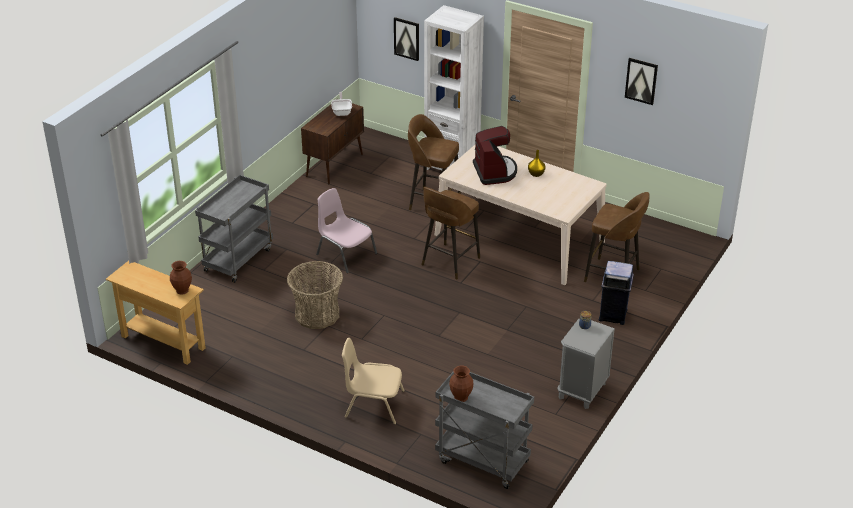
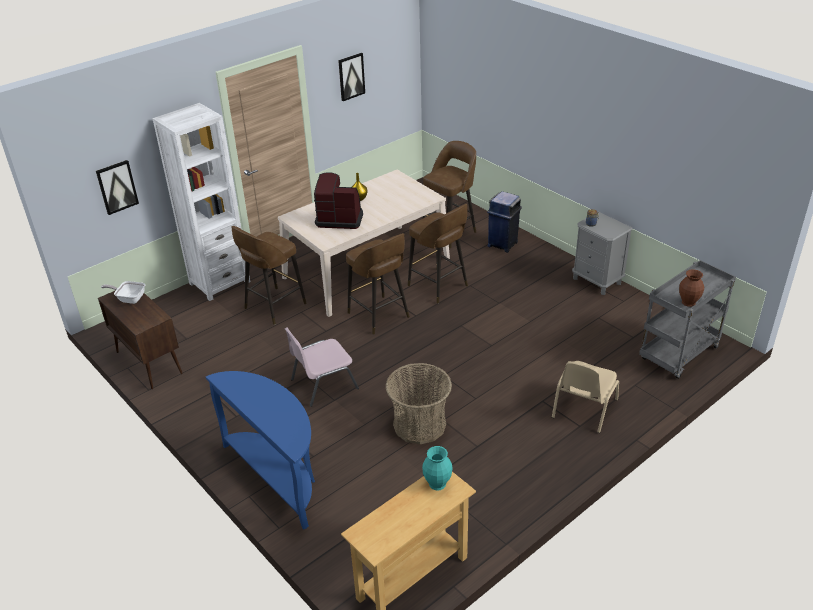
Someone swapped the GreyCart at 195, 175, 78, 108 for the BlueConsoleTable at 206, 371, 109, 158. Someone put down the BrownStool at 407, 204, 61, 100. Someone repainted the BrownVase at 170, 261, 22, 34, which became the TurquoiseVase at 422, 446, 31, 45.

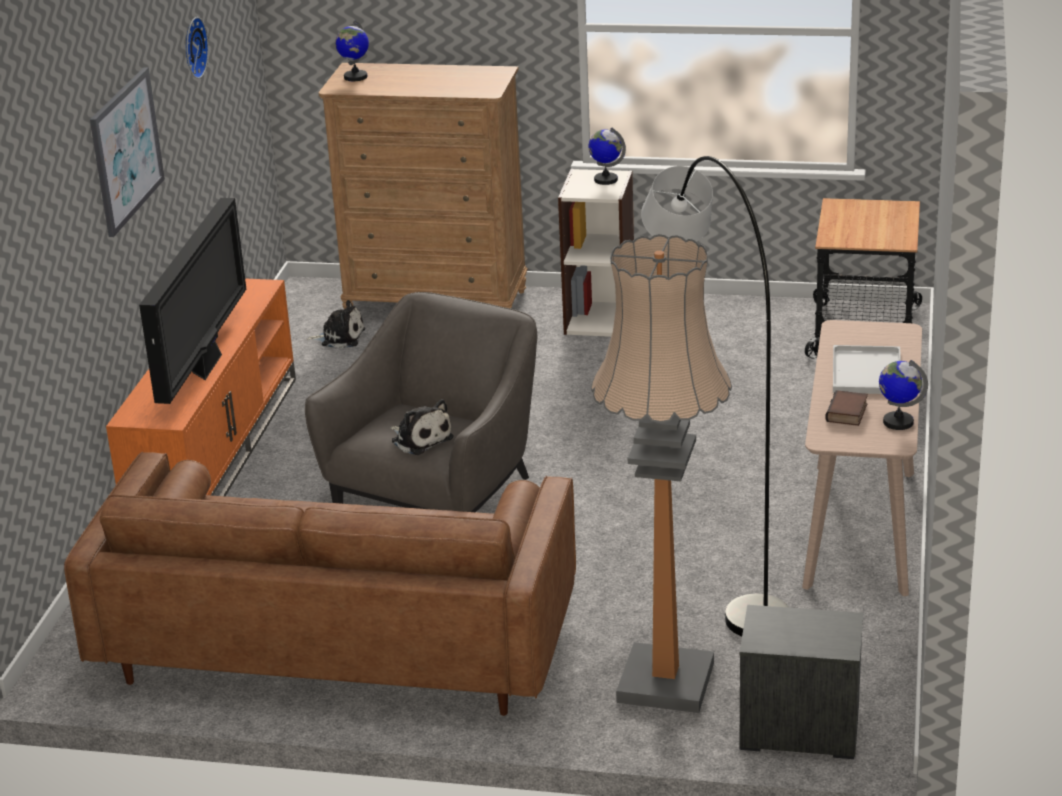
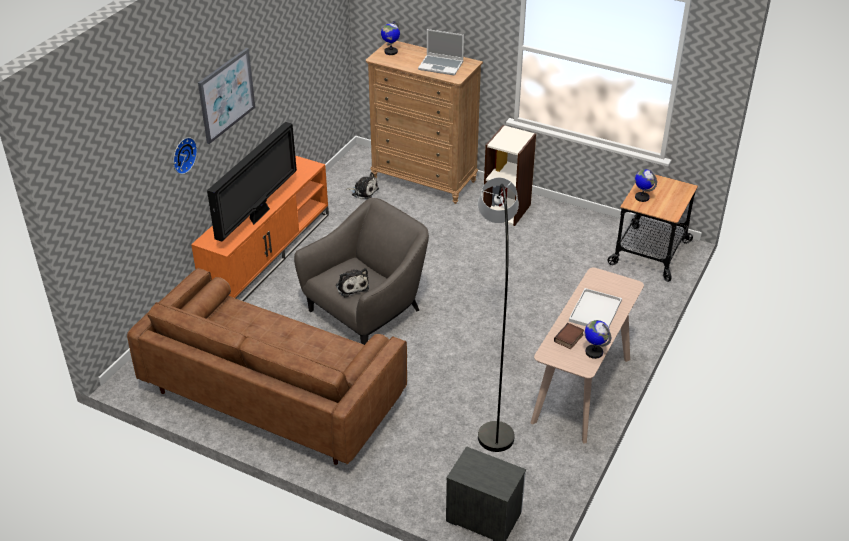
Someone carried the WallClock from 186, 17, 23, 62 to 173, 137, 24, 37. Someone put down the Laptop at 418, 29, 46, 46. Someone carried the Globe from 588, 128, 38, 57 to 635, 169, 22, 33. Someone took away the FloorLamp at 591, 234, 141, 479.

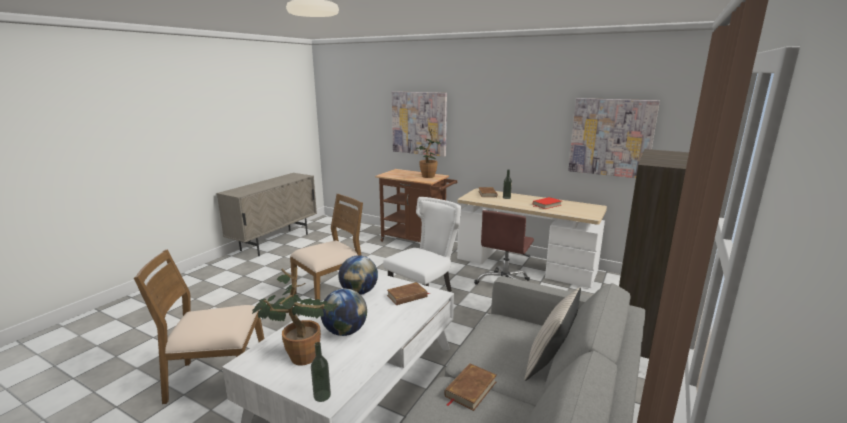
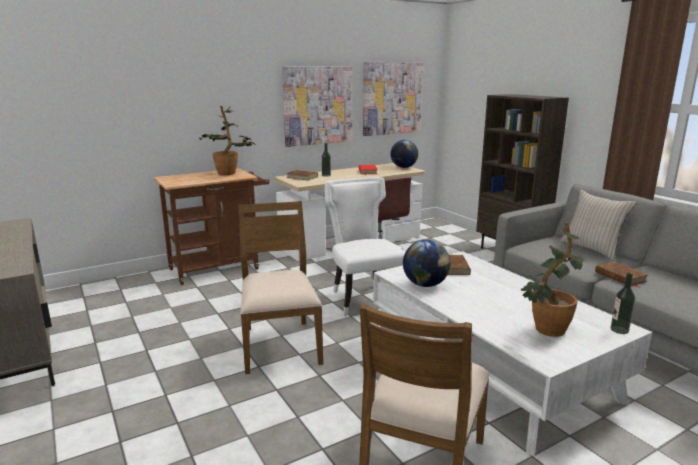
Someone carried the Picture from 392, 91, 55, 66 to 282, 66, 70, 81. Someone carried the Globe from 321, 289, 46, 47 to 390, 140, 28, 28.

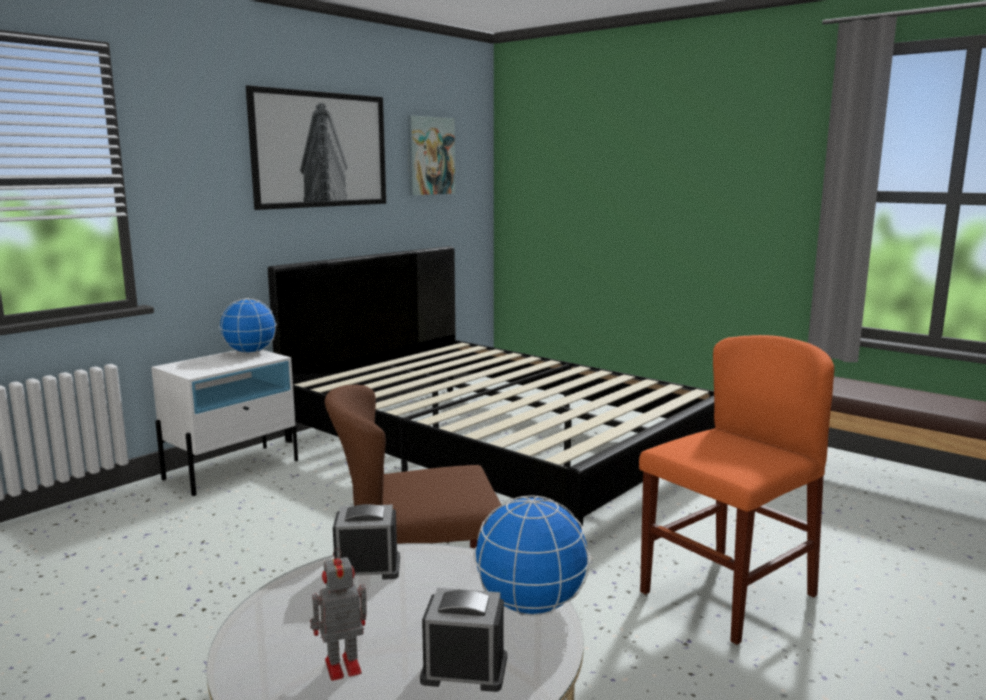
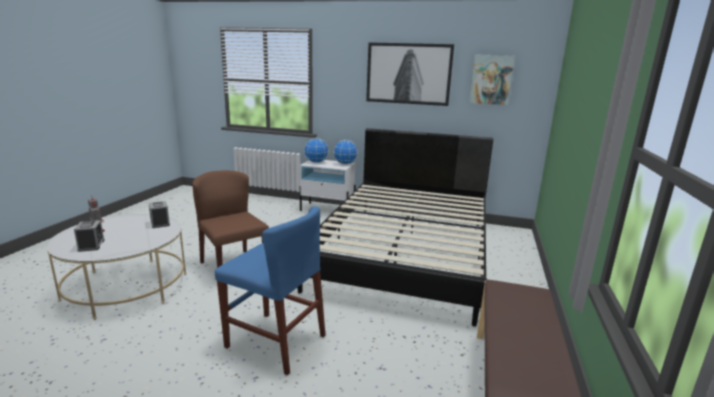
Someone repainted the OrangeChair at 639, 335, 195, 310, which became the BlueChair at 215, 206, 111, 169. Someone carried the Globe from 473, 495, 117, 121 to 304, 138, 25, 25.

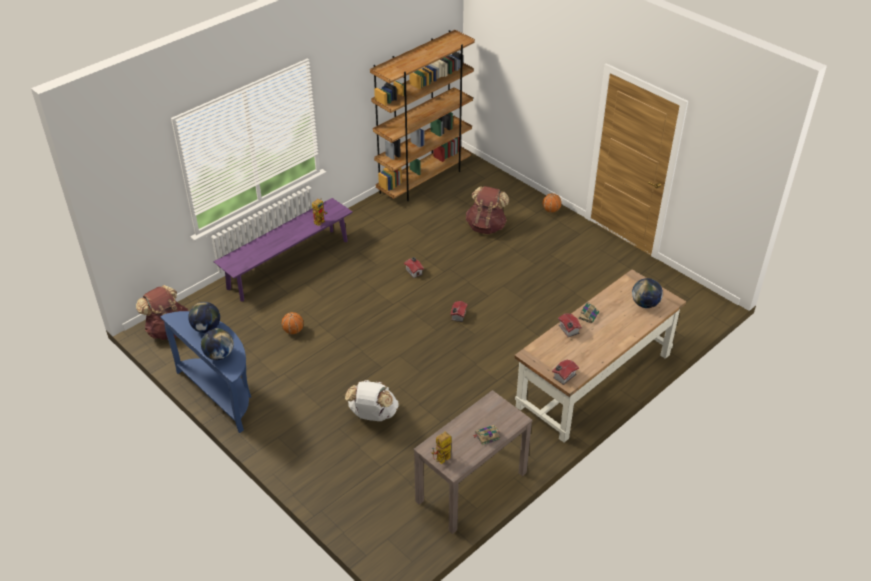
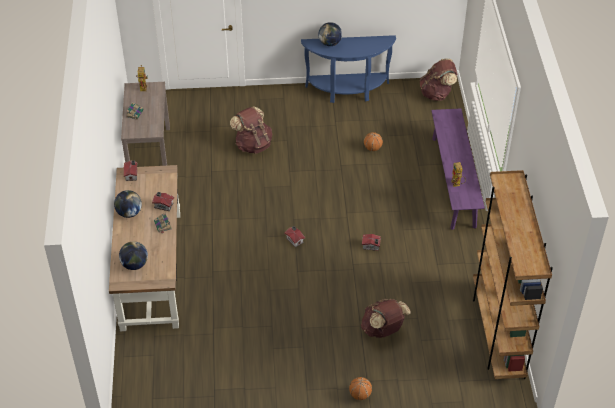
Someone carried the Globe from 188, 302, 32, 31 to 114, 190, 28, 28. Someone repainted the WhiteBackpack at 345, 380, 54, 41, which became the BrownBackpack at 230, 106, 42, 48.

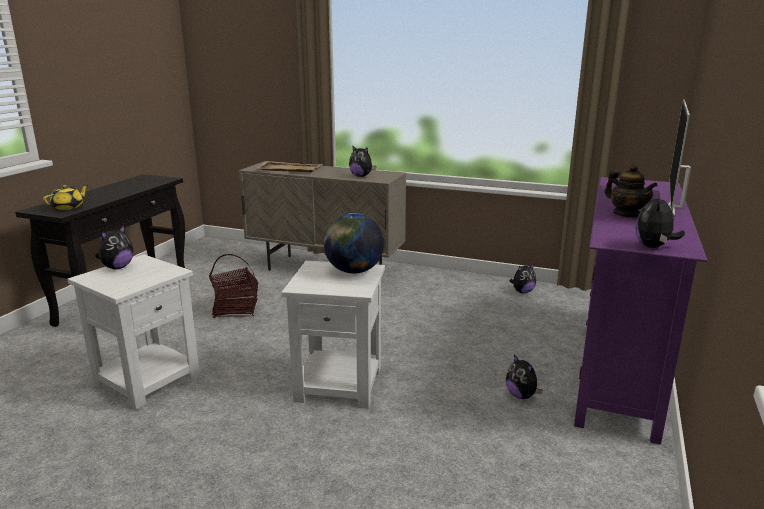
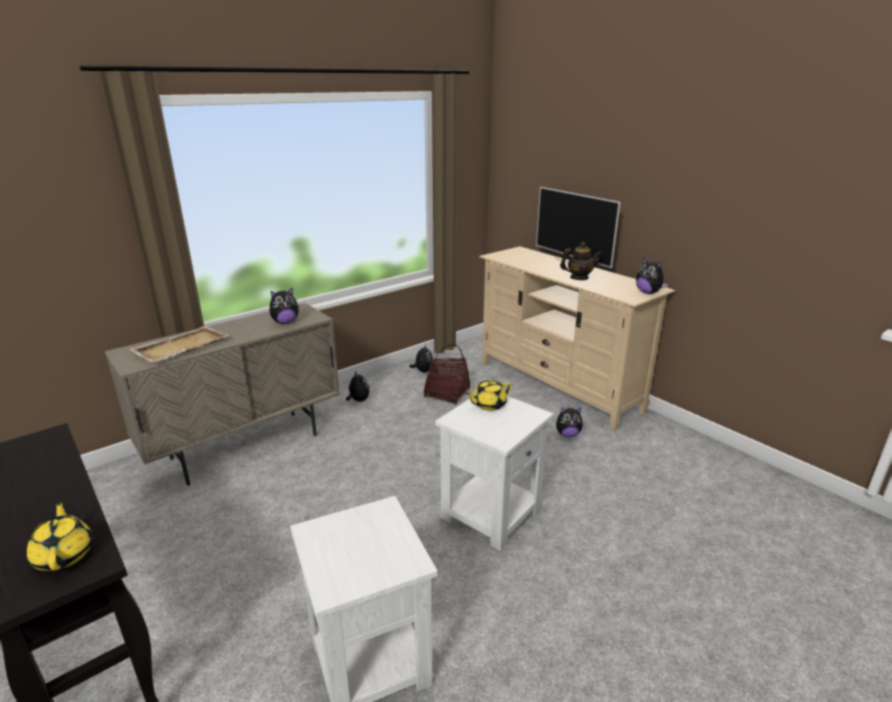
Someone carried the PlushToy from 95, 225, 38, 44 to 346, 370, 23, 32. Someone carried the Basket from 209, 254, 49, 64 to 424, 344, 46, 61. Someone swapped the Globe at 324, 213, 60, 61 for the YellowTeapot at 466, 380, 45, 31. Someone repainted the PurpleTvStand at 574, 177, 134, 268, which became the BeigeTvStand at 479, 246, 197, 185.

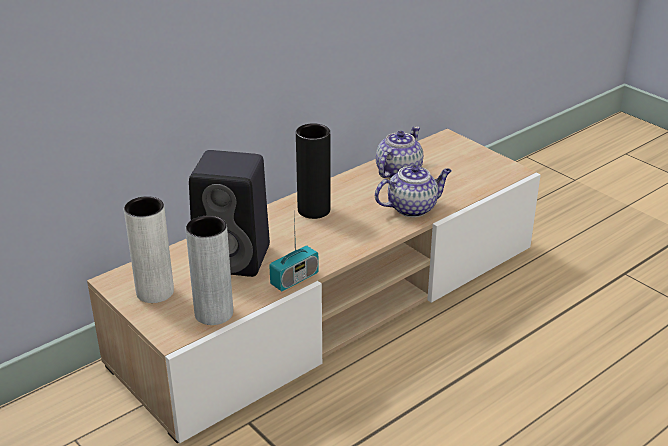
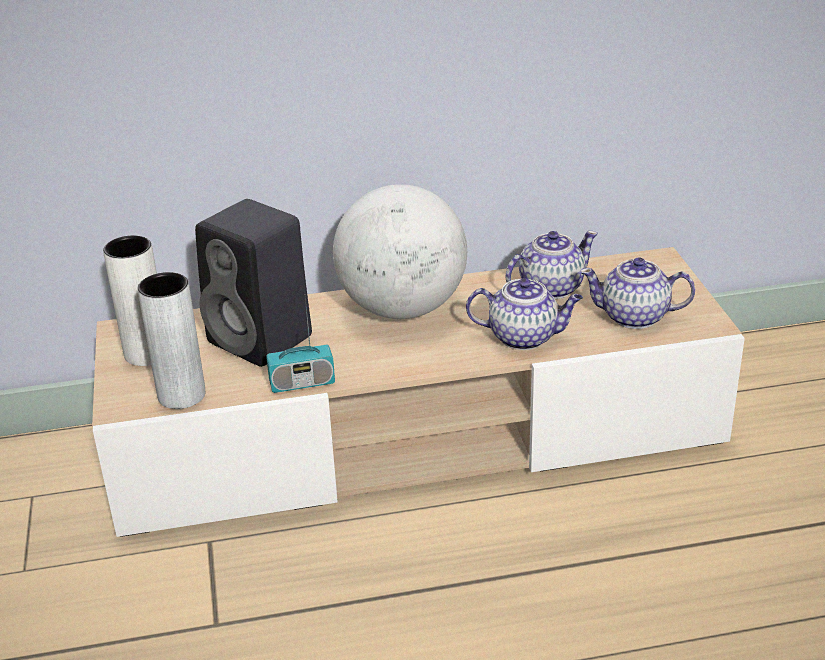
Someone swapped the BlackVase at 296, 123, 35, 96 for the Globe at 333, 184, 134, 135. Someone put down the Teapot at 580, 257, 115, 72.

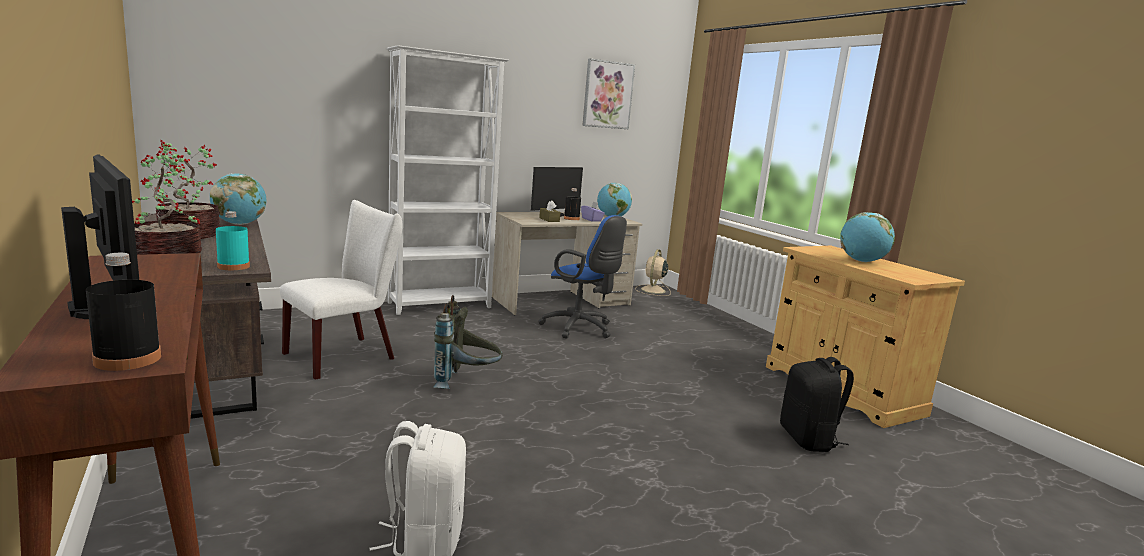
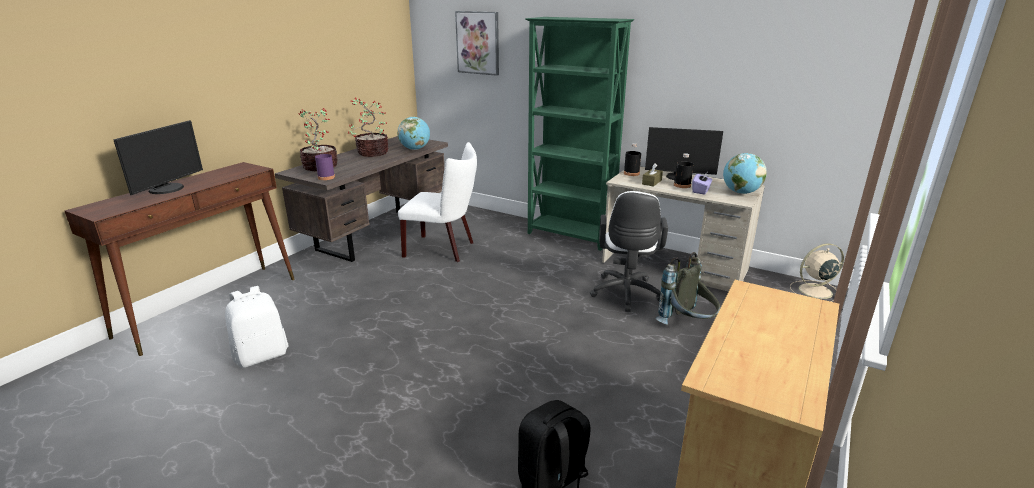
Someone repainted the TurquoiseBottle at 216, 211, 34, 59, which became the PurpleBottle at 315, 146, 20, 34. Someone carried the Picture from 582, 58, 53, 71 to 455, 11, 44, 65. Someone repainted the WhiteBookcase at 386, 45, 123, 270, which became the GreenBookcase at 525, 17, 109, 234. Someone repainted the BlueOfficeChair at 538, 215, 89, 124, which became the WhiteOfficeChair at 590, 191, 78, 121. Someone carried the BlackBottle from 86, 253, 75, 118 to 624, 143, 17, 33. Someone carried the GreyBackpack from 433, 295, 70, 94 to 656, 252, 64, 73. Someone took away the Globe at 840, 212, 55, 50.

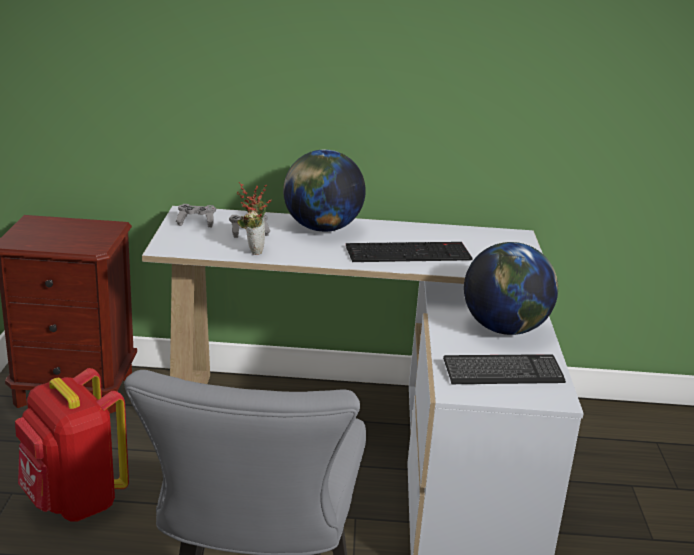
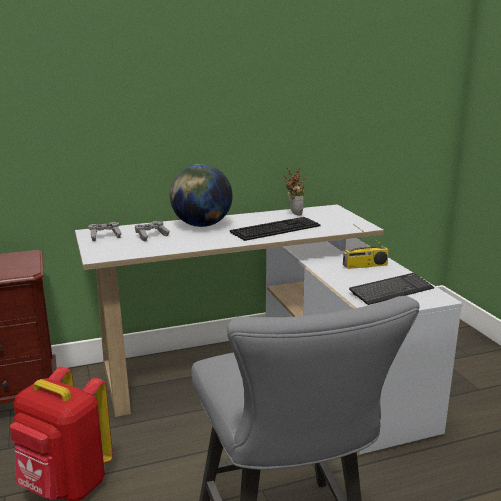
Someone carried the PottedPlant from 237, 182, 35, 73 to 282, 167, 24, 48. Someone swapped the Globe at 464, 242, 94, 93 for the Radio at 343, 226, 46, 43.

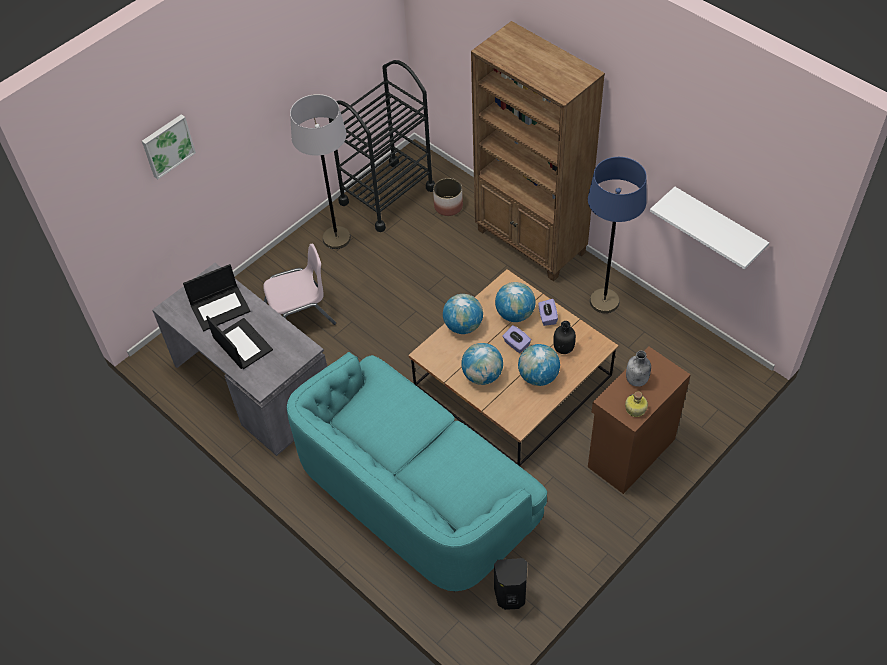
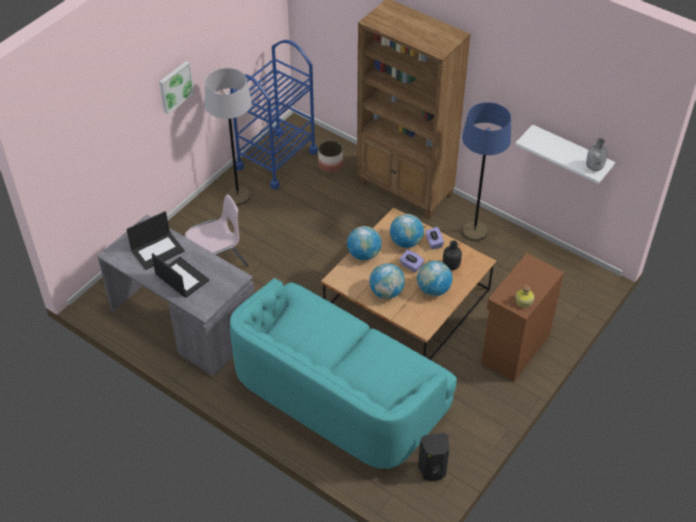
Someone carried the Picture from 142, 114, 54, 65 to 159, 61, 35, 53. Someone repainted the BlackCart at 329, 60, 106, 172, which became the BlueCart at 230, 40, 88, 150. Someone carried the GreyBottle from 626, 351, 25, 36 to 586, 138, 22, 33.

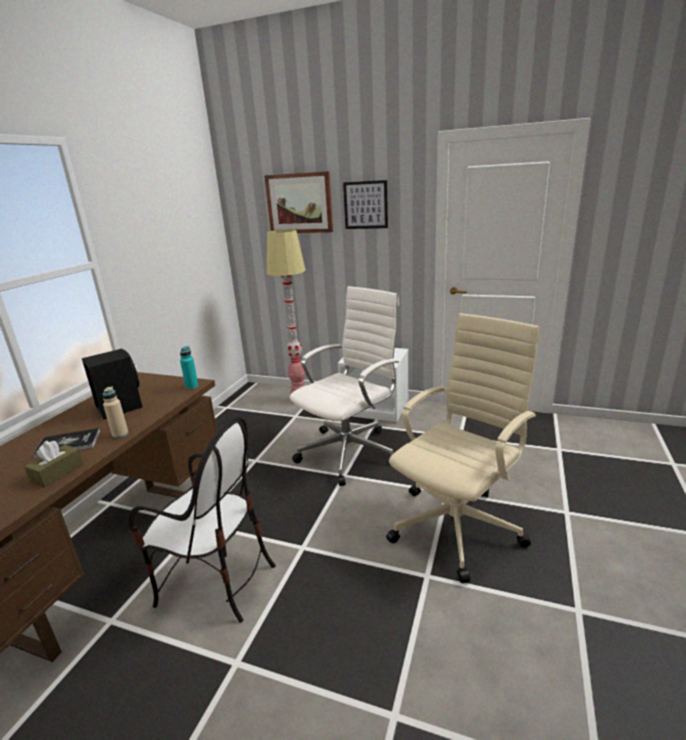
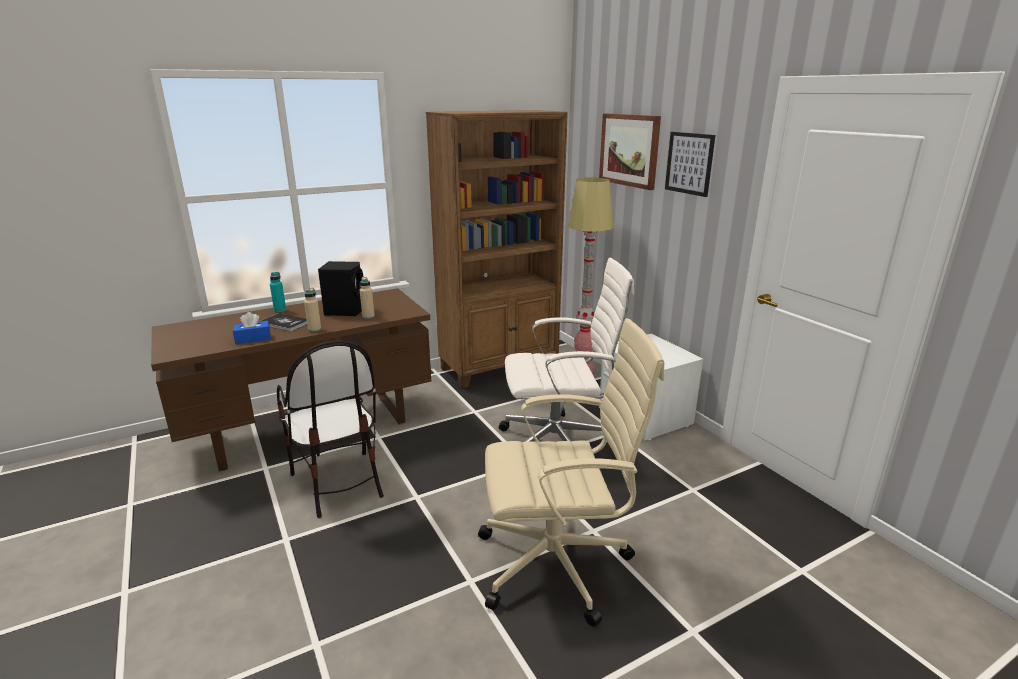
Someone repainted the BrownTissueBox at 24, 441, 60, 46, which became the BlueTissueBox at 233, 312, 38, 32. Someone carried the TurquoiseBottle from 180, 346, 19, 44 to 270, 272, 16, 40. Someone put down the BeigeBottle at 360, 277, 15, 42. Someone put down the BrownBookcase at 426, 110, 142, 279.

